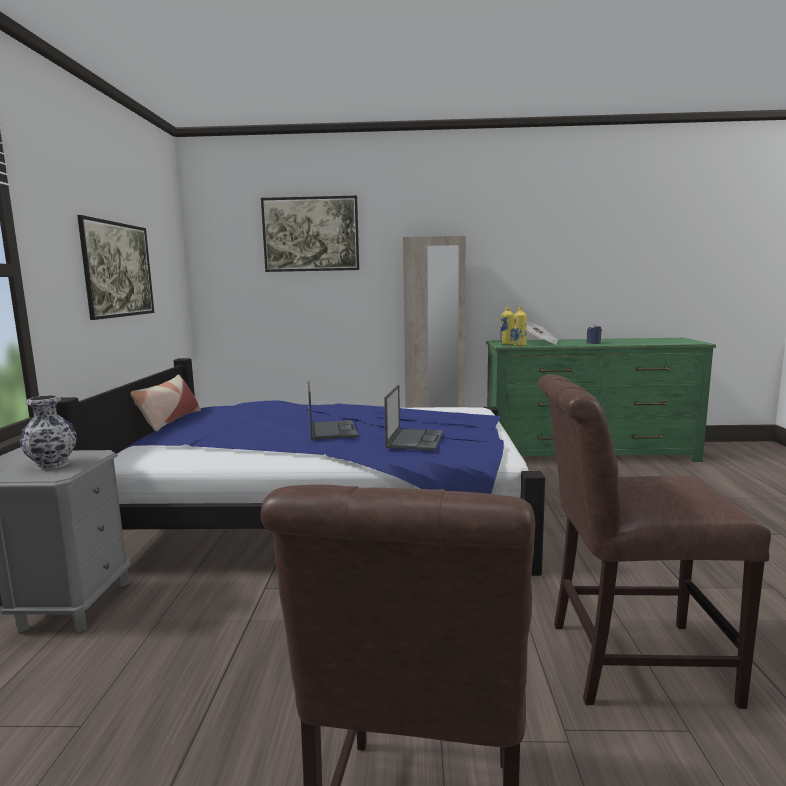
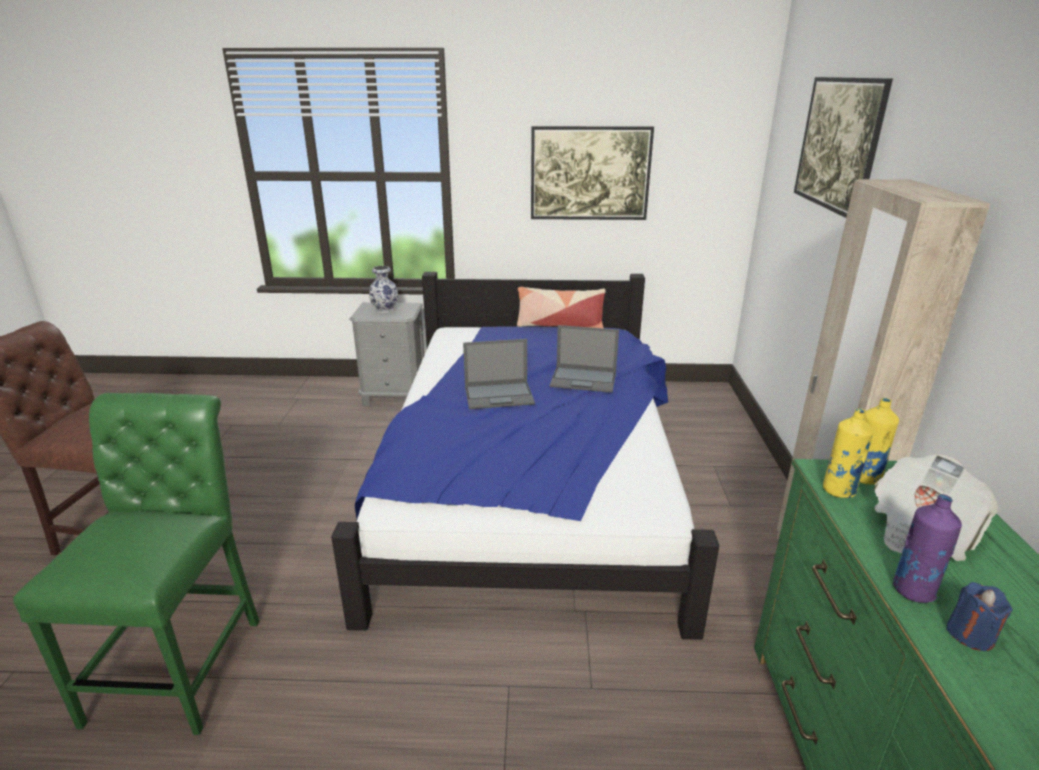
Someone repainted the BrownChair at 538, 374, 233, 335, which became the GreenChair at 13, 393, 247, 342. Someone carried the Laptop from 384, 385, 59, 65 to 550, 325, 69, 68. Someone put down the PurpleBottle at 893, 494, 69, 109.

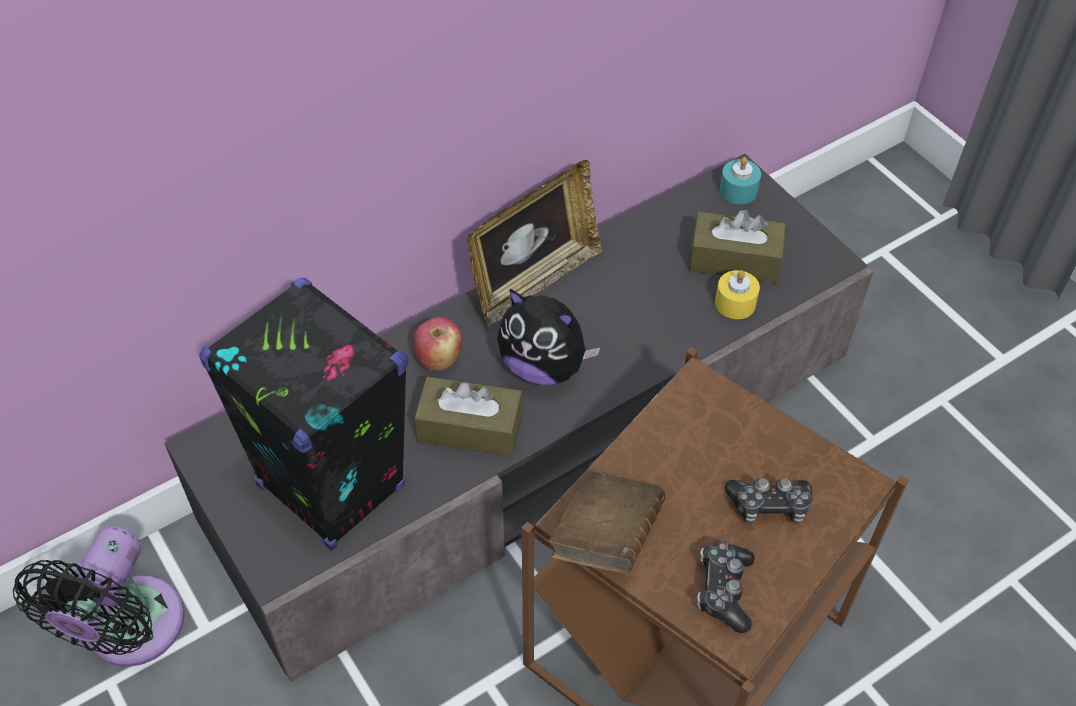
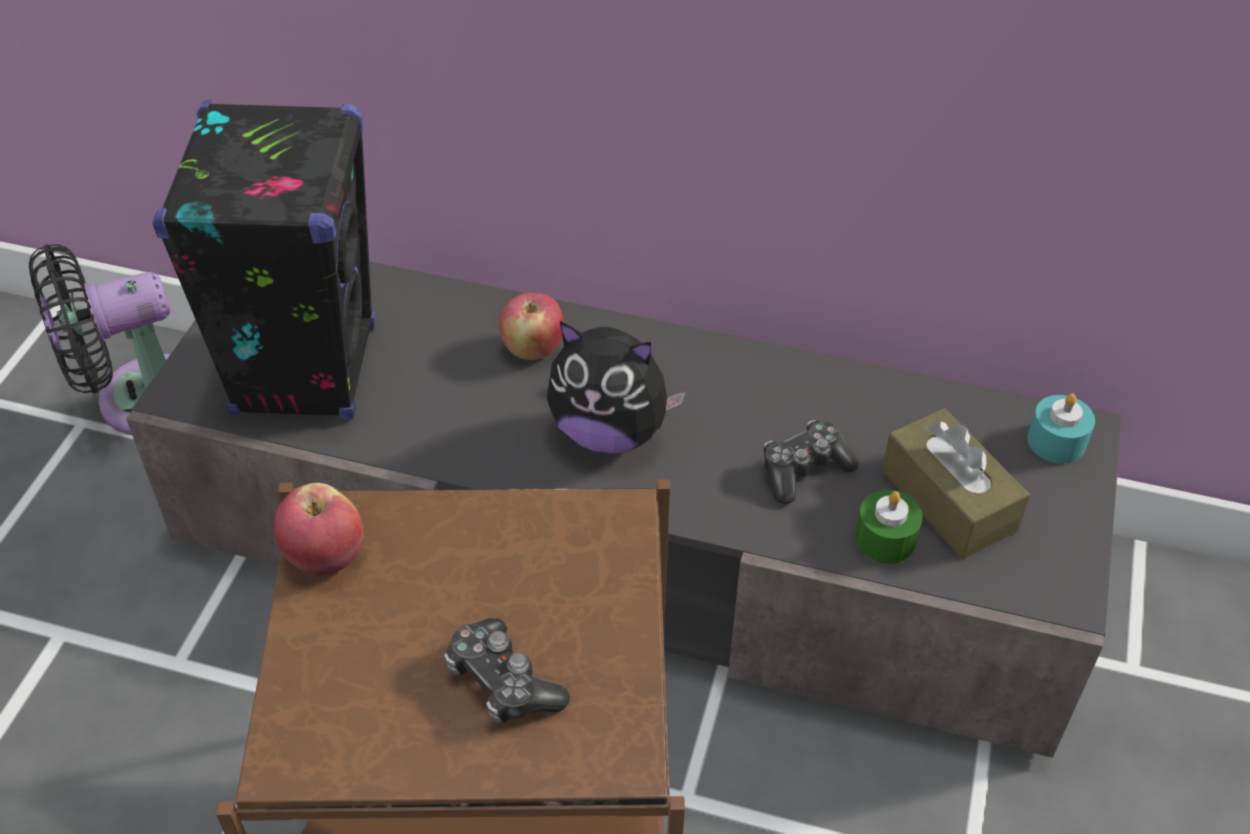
Someone swapped the BrownBook at 549, 471, 116, 102 for the Apple at 274, 483, 89, 92. Someone rotated the PlushToy at 497, 288, 104, 98 by 60 degrees counterclockwise. Someone carried the GameController from 697, 541, 58, 92 to 763, 420, 96, 84. Someone repainted the YellowCandle at 715, 270, 45, 49, which became the GreenCandle at 855, 490, 67, 74. Someone took away the BrownTissueBox at 414, 377, 109, 80. Someone took away the PictureFrame at 467, 160, 136, 167.

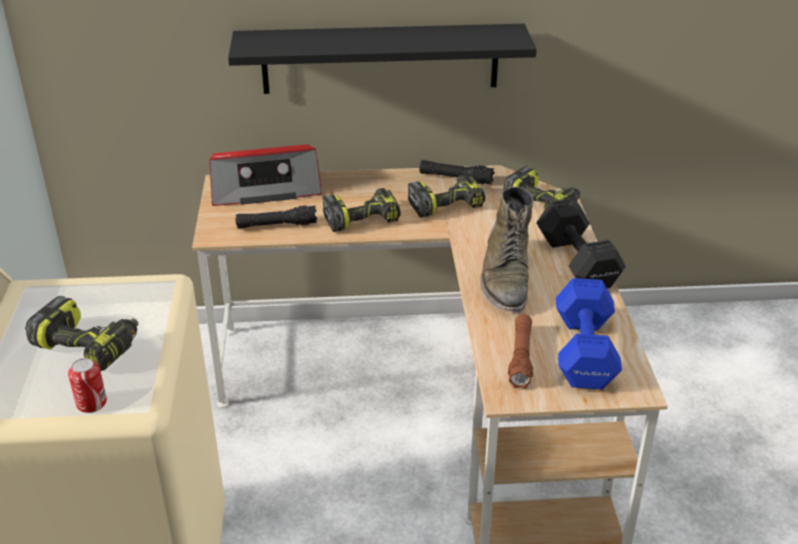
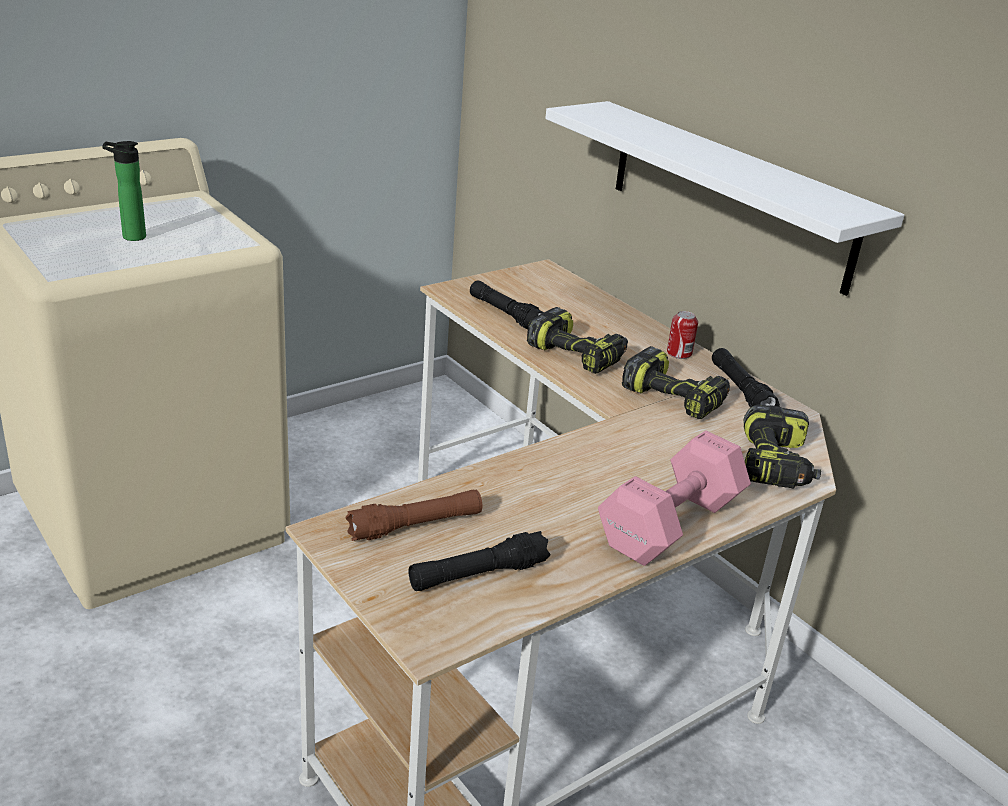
Someone swapped the PowerDrill at 25, 296, 113, 75 for the Bottle at 102, 141, 44, 100. Someone swapped the BlueDumbbell at 556, 278, 66, 112 for the BlackFlashlight at 408, 531, 142, 60. Someone repainted the BlackShelf at 228, 24, 309, 70, which became the WhiteShelf at 545, 101, 359, 195. Someone repainted the BlackDumbbell at 536, 198, 90, 90, which became the PinkDumbbell at 598, 431, 153, 135. Someone carried the Can from 68, 358, 39, 55 to 667, 311, 31, 48. Someone took away the Radio at 209, 144, 113, 62. Someone took away the GreenBoot at 480, 186, 53, 126.

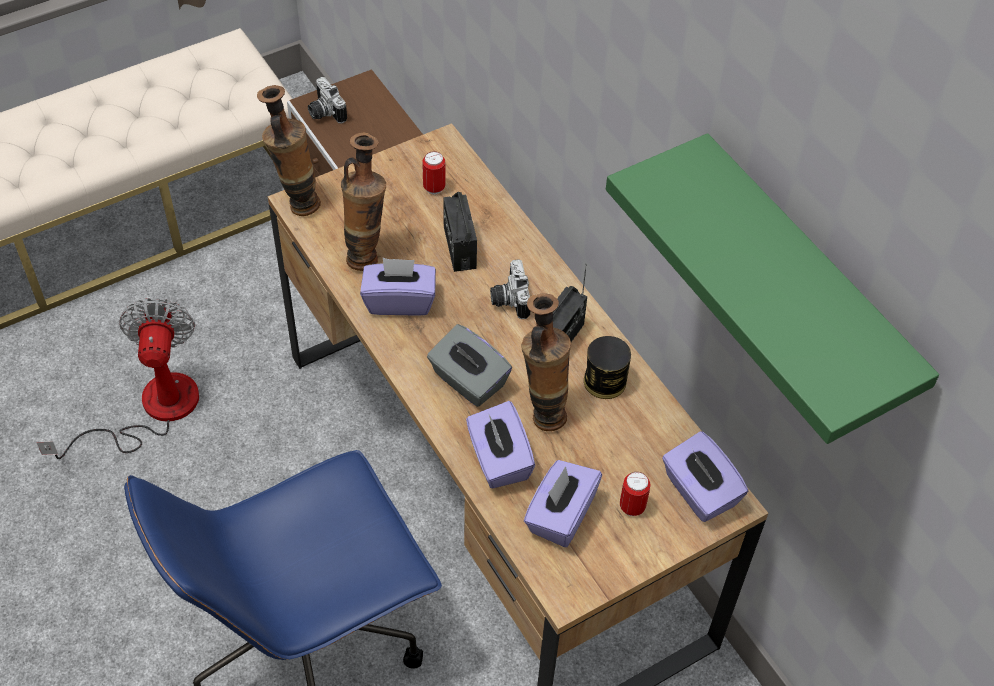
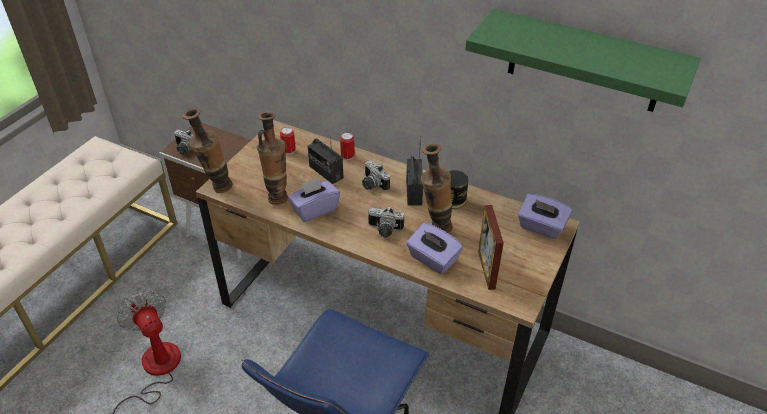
Someone carried the Can from 620, 472, 30, 44 to 340, 132, 15, 28. Someone swapped the GreyTissueBox at 427, 324, 85, 83 for the PhotoCamera at 368, 207, 36, 30. Someone swapped the PurpleTissueBox at 524, 460, 78, 87 for the PictureFrame at 478, 205, 26, 85.

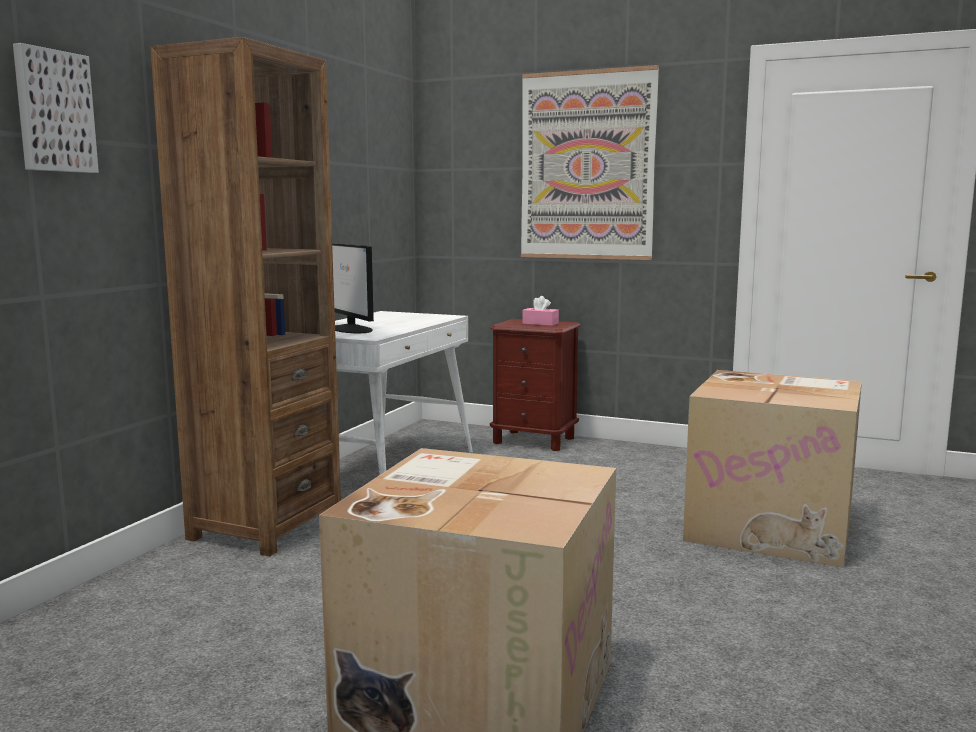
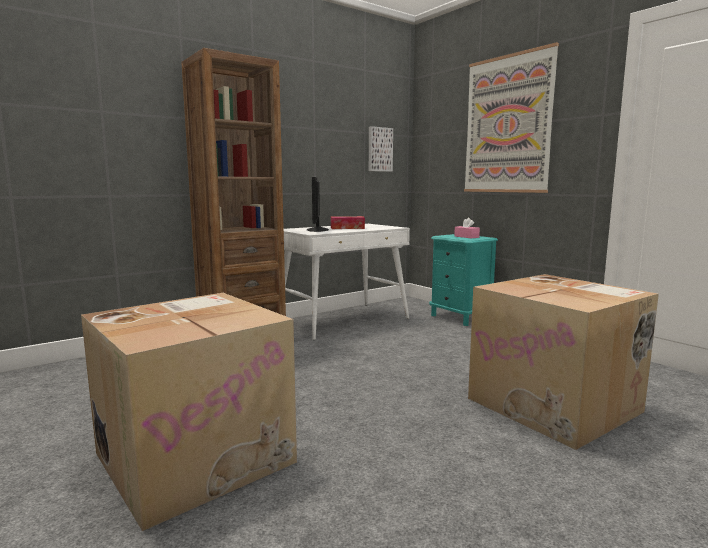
Someone put down the TissueBox at 331, 216, 34, 13. Someone carried the Picture from 13, 43, 86, 130 to 369, 126, 24, 46. Someone repainted the BrownNightstand at 490, 319, 91, 132, which became the TurquoiseNightstand at 429, 234, 69, 92.

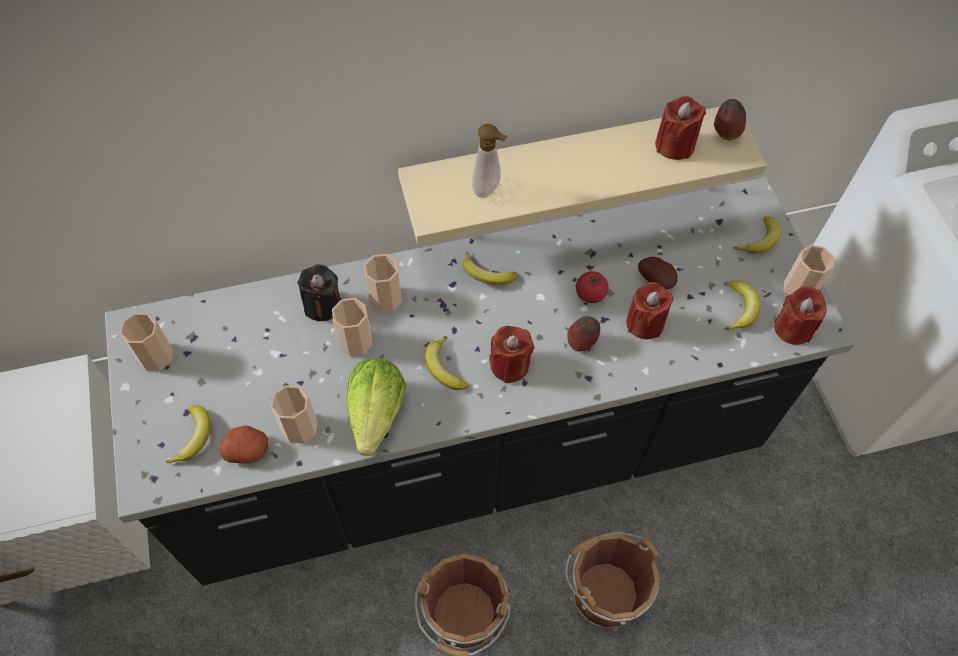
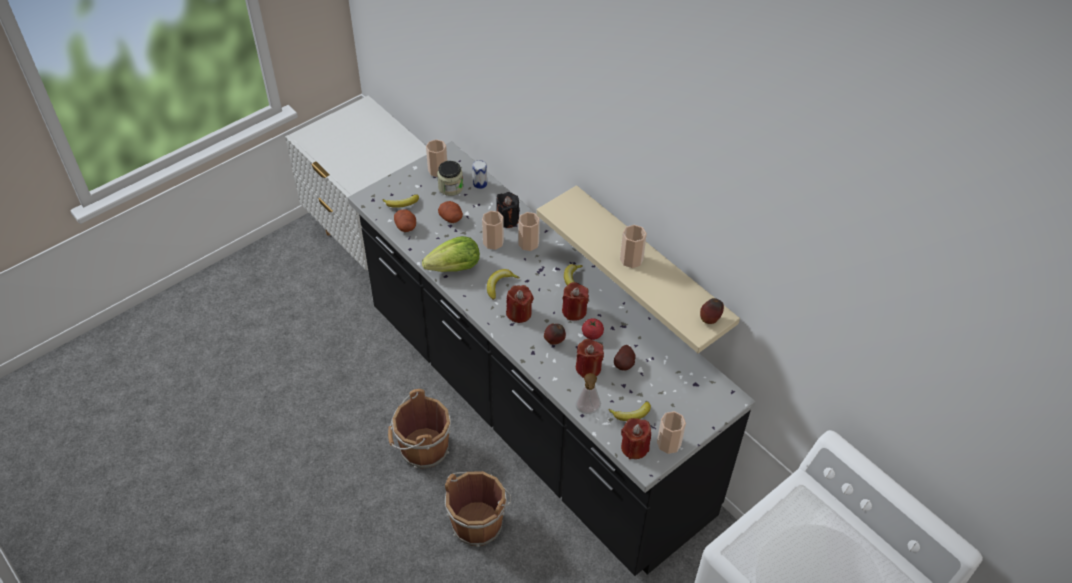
Someone put down the Jar at 437, 161, 26, 35. Someone put down the Potato at 438, 201, 25, 22. Someone put down the Can at 472, 160, 15, 29. Someone carried the RedCandle from 655, 96, 51, 64 to 562, 282, 27, 39. Someone carried the SoapDispenser from 472, 124, 36, 74 to 575, 373, 26, 41. Someone carried the Cup from 271, 385, 47, 58 to 620, 225, 27, 43. Someone took away the Banana at 733, 216, 48, 38.

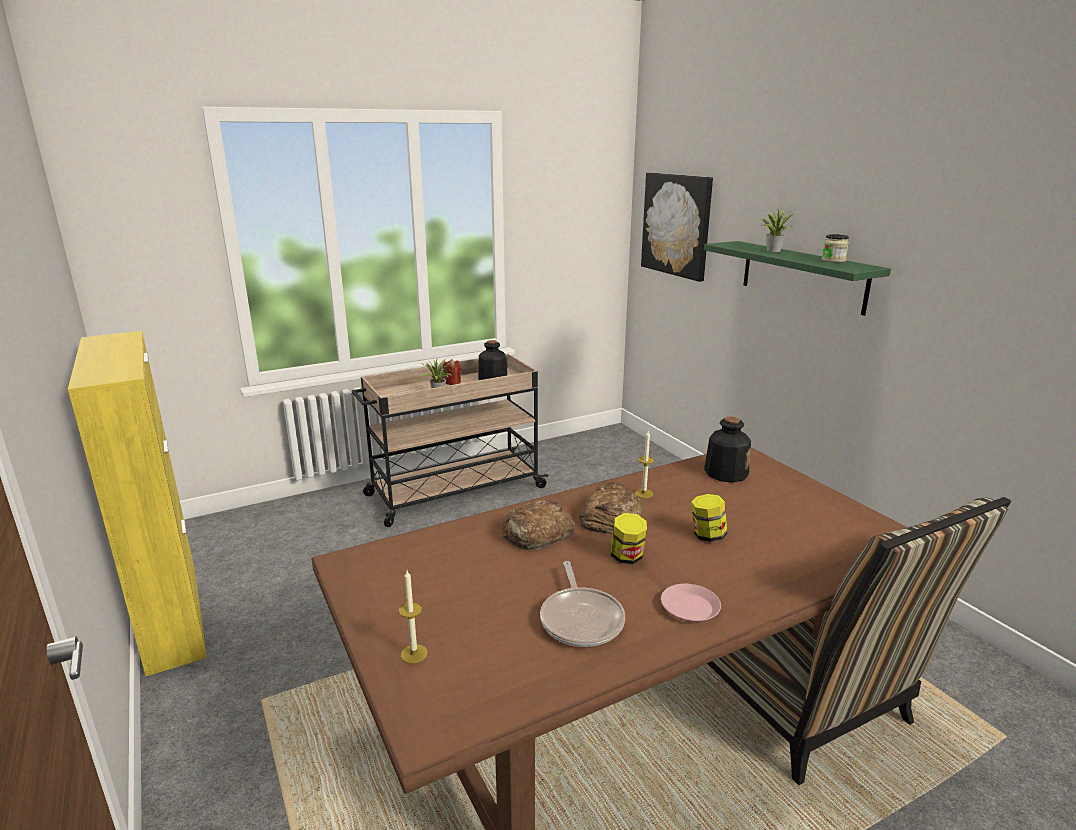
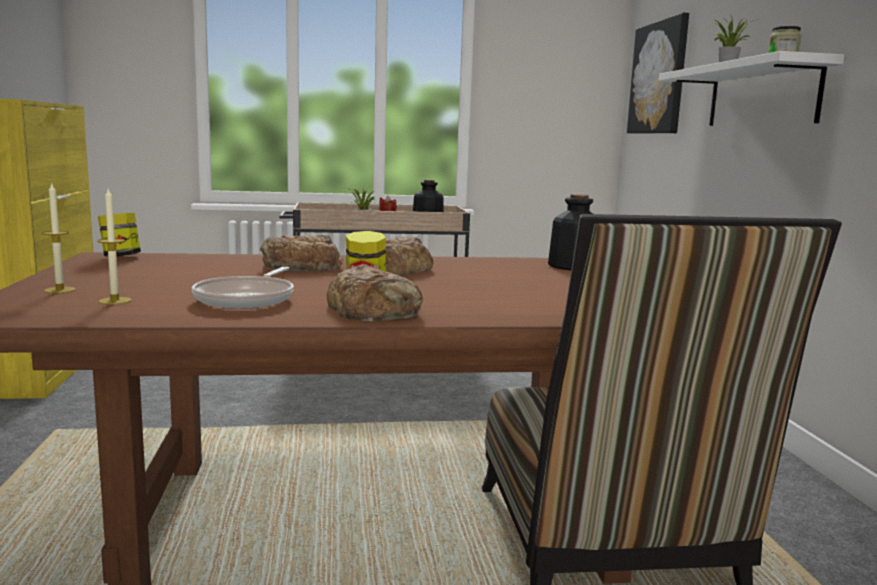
Someone carried the Candle from 635, 431, 19, 67 to 97, 189, 34, 116. Someone carried the Jar from 691, 494, 36, 48 to 98, 213, 43, 44. Someone swapped the PinkPlate at 661, 584, 60, 38 for the Bread at 327, 264, 96, 57. Someone repainted the GreenShelf at 704, 241, 187, 75, which became the WhiteShelf at 659, 51, 186, 75.

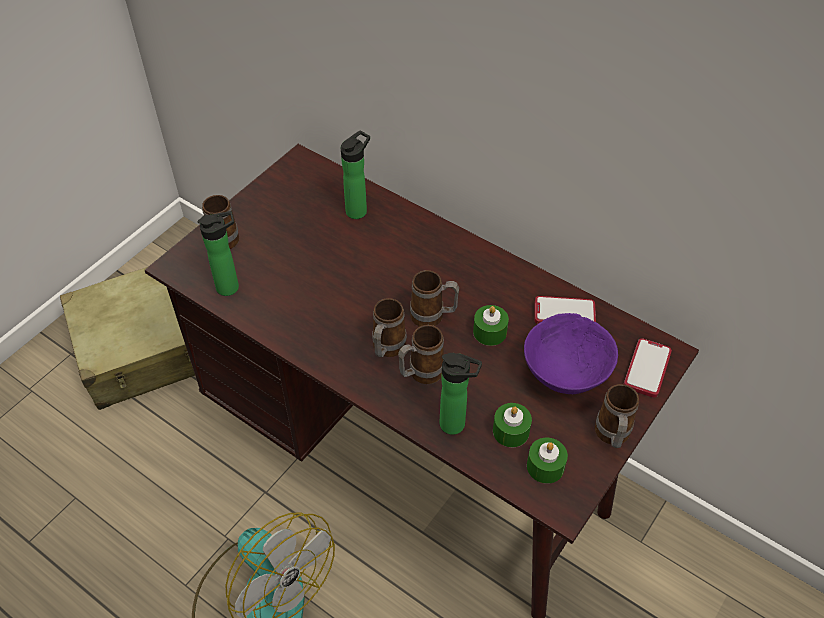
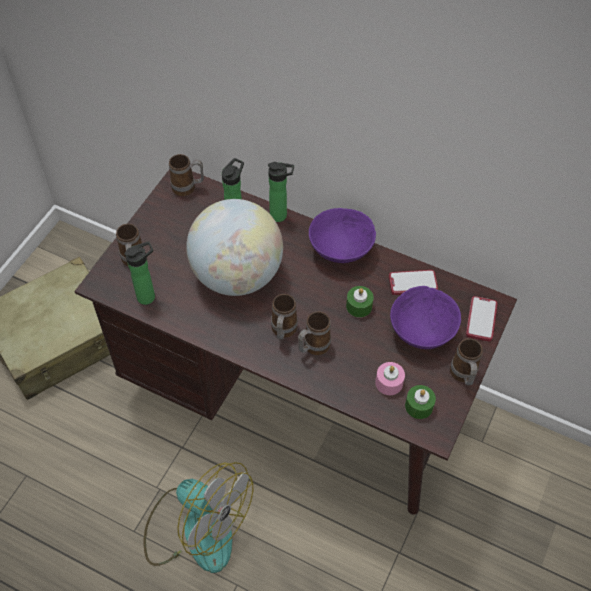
Someone carried the Mug from 410, 270, 49, 57 to 169, 154, 35, 42. Someone put down the Globe at 186, 199, 97, 97. Someone carried the Bottle from 440, 353, 42, 82 to 268, 162, 26, 60. Someone put down the PurpleBowl at 309, 208, 67, 55. Someone repainted the GreenCandle at 493, 403, 39, 44, which became the PinkCandle at 375, 362, 30, 33.

